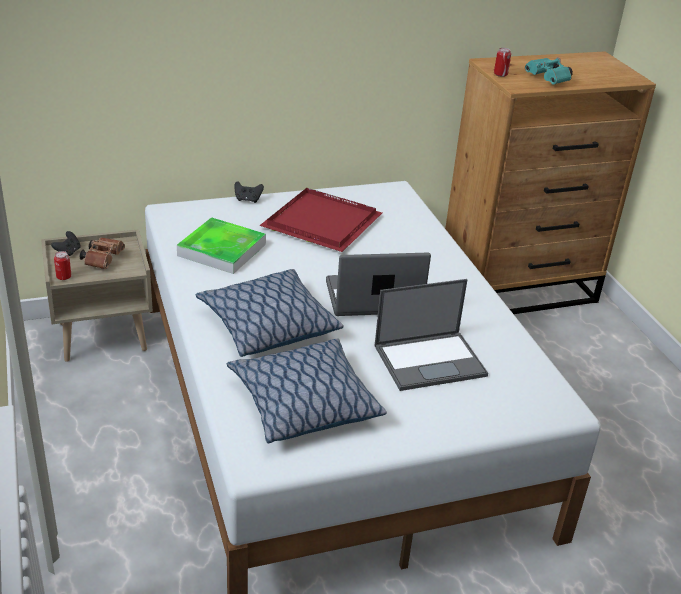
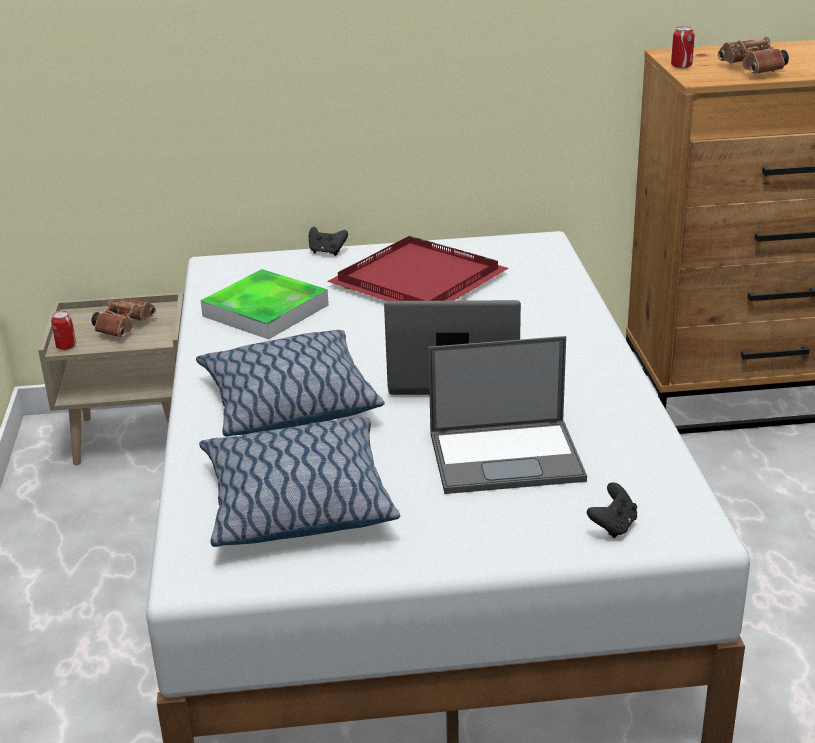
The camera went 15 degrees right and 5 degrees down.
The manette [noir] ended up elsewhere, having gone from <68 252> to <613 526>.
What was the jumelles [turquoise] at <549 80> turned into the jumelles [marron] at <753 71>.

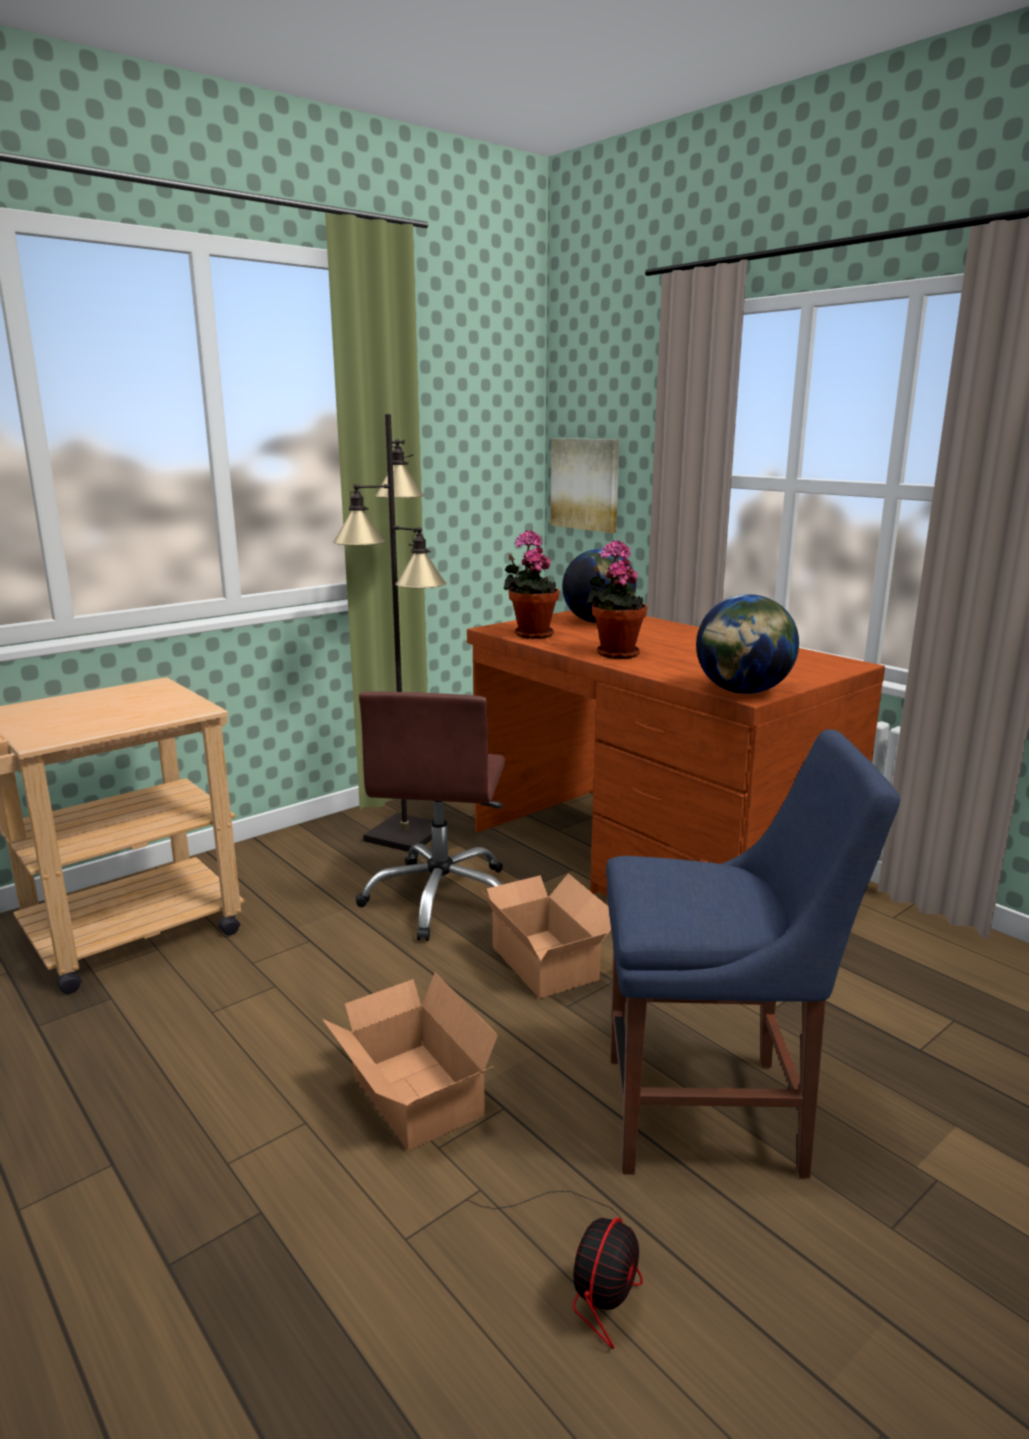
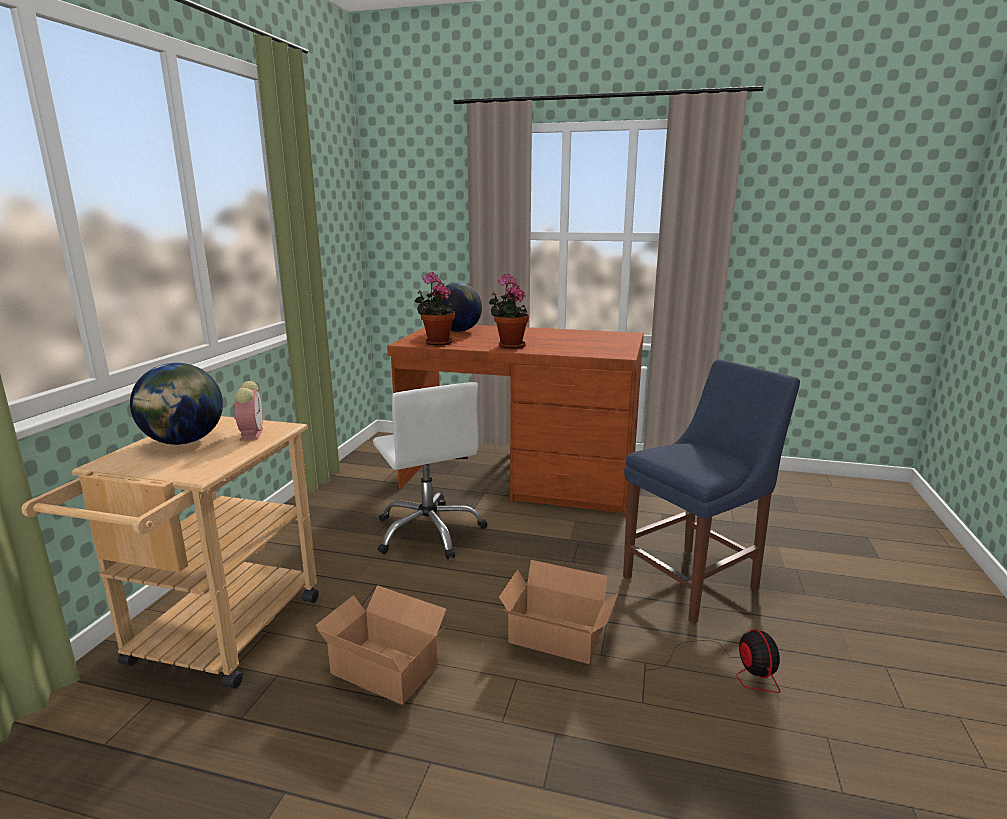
The camera went 35 degrees left and 0 degrees up.
The globe ended up elsewhere, having gone from <742 692> to <184 442>.
The second view gained the réveil at <251 434>.
The carton ended up elsewhere, having gone from <547 960> to <385 666>.
What was the chaise de bureau [marron] at <442 898> turned into the chaise de bureau [blanc] at <429 531>.
The second view lost the lampadaire [noir] at <406 835>.
The second view lost the tableau at <586 484>.

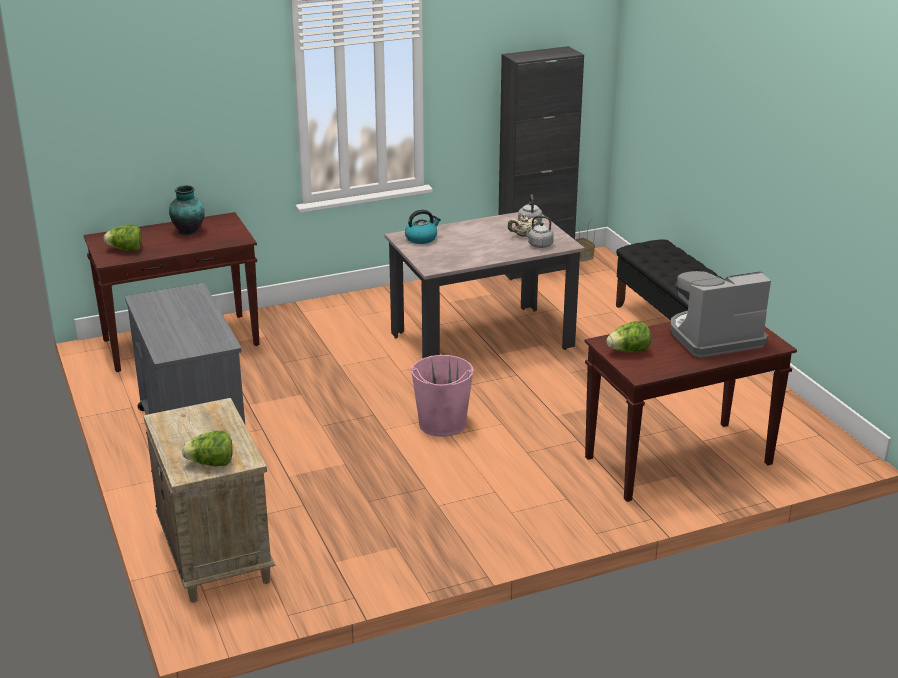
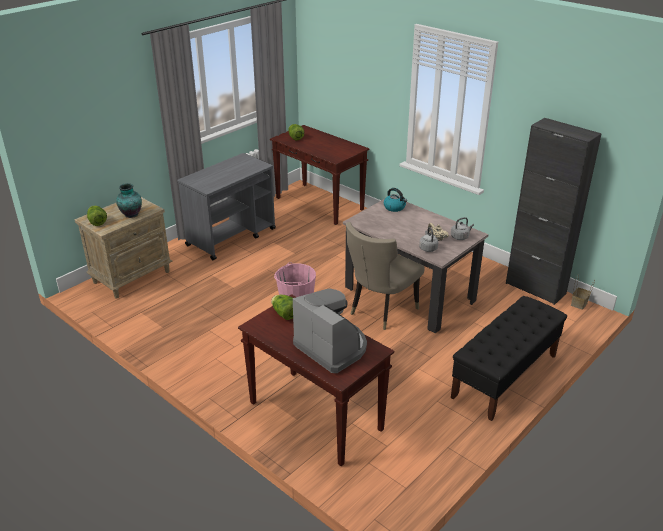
The camera went 65 degrees right and 5 degrees up.
The vase ended up elsewhere, having gone from <189 231> to <131 215>.
The second view gained the chaise [beige] at <380 311>.

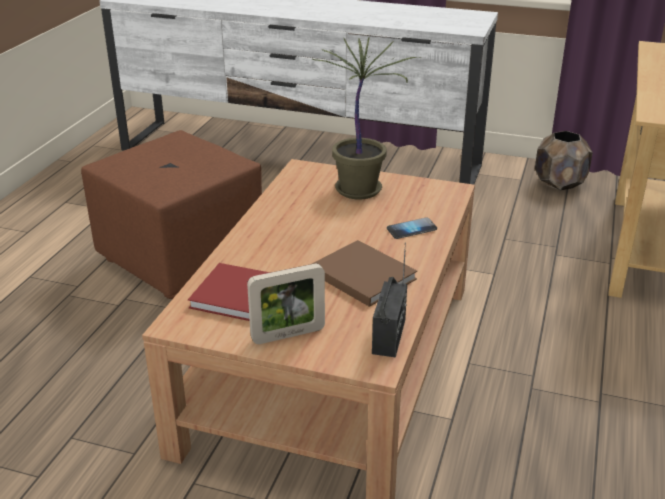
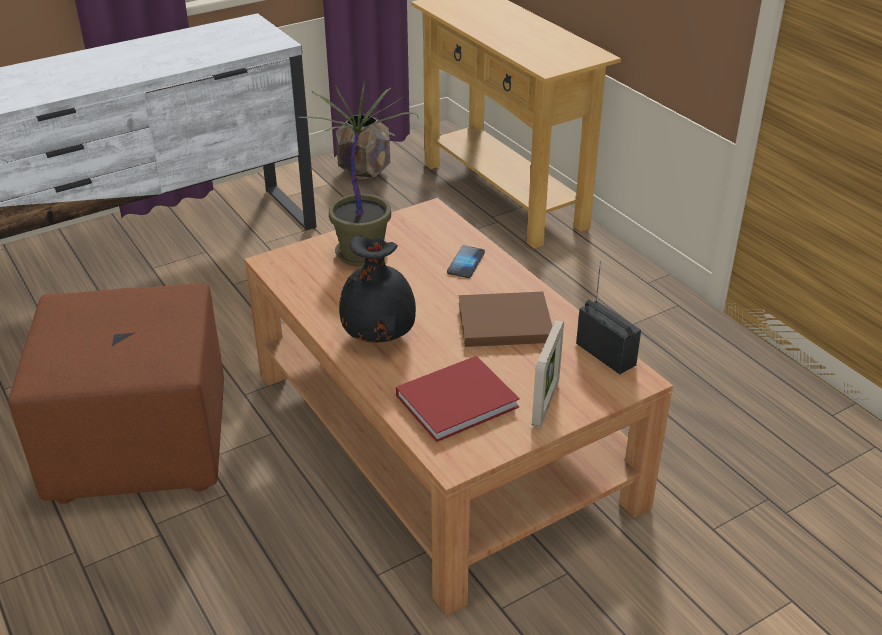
The camera went 50 degrees left and 5 degrees up.
The second view gained the vase [noir] at <380 334>.

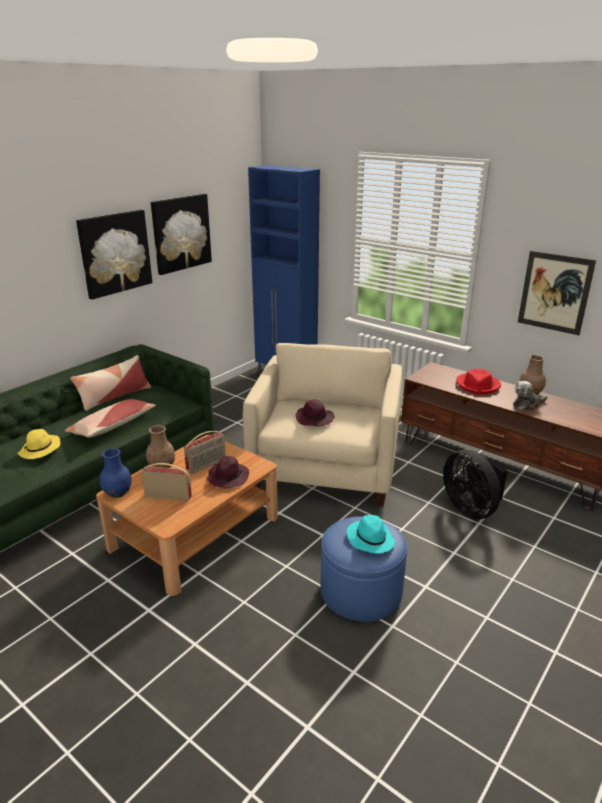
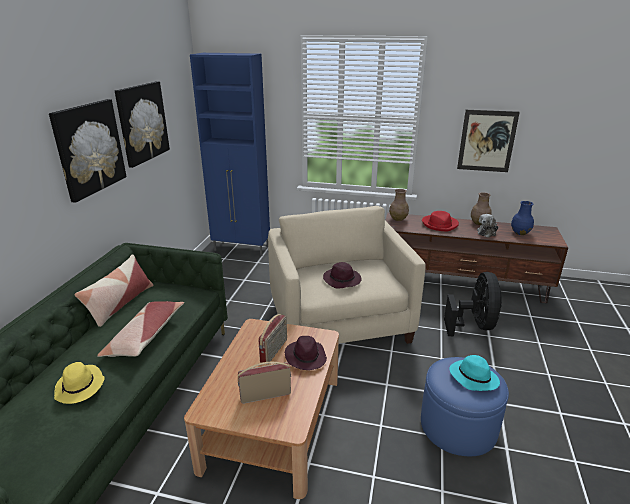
The camera went 25 degrees left and 0 degrees up.
The vase [marron] ended up elsewhere, having gone from <162 467> to <398 219>.
The ventilateur [noir] at <471 508> ended up facing another way, 120 degrees counterclockwise from before.
The vase [bleu] ended up elsewhere, having gone from <117 493> to <520 233>.

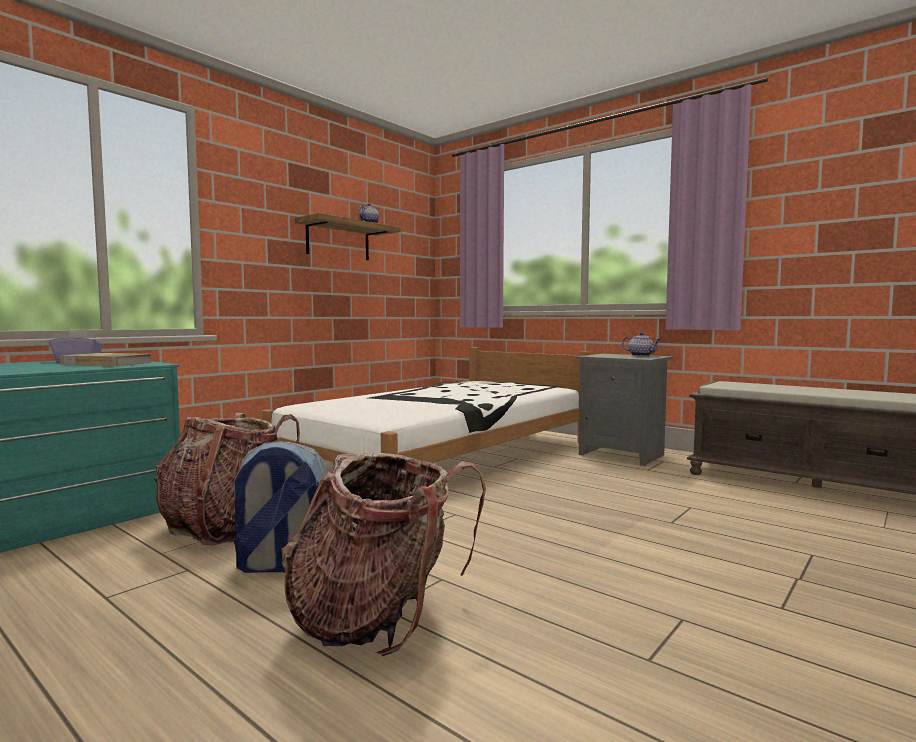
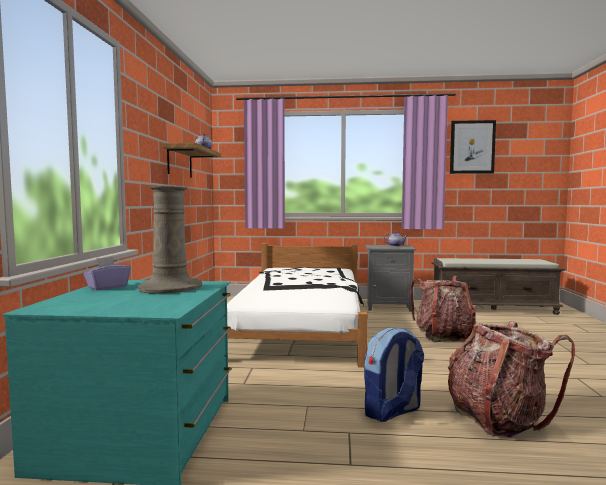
The camera went 35 degrees left and 0 degrees up.
Where the livre stood at <106 363>, the vase [beige] came to stand at <170 287>.
The sac à dos ended up elsewhere, having gone from <224 527> to <443 336>.
The second view gained the tableau at <472 147>.

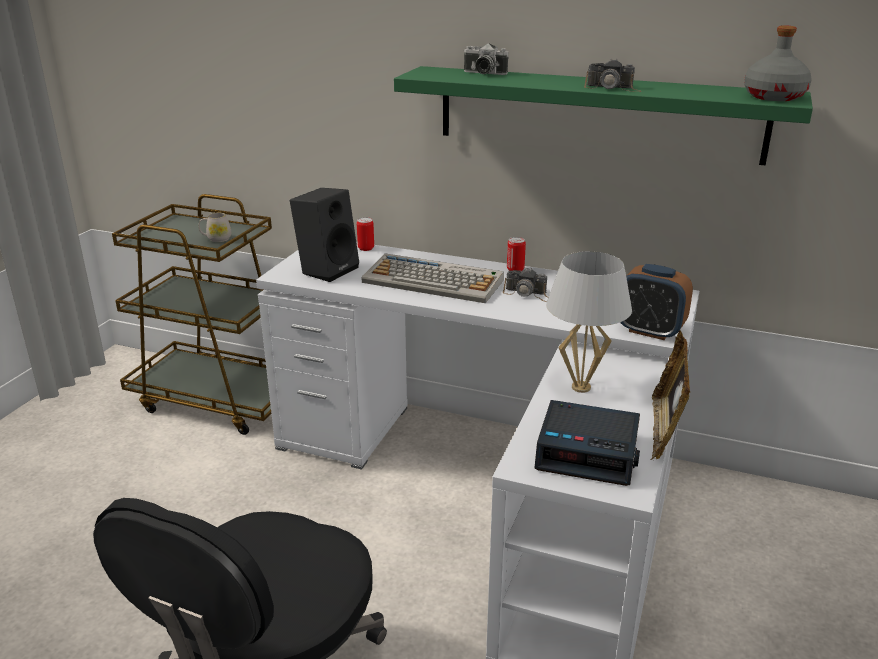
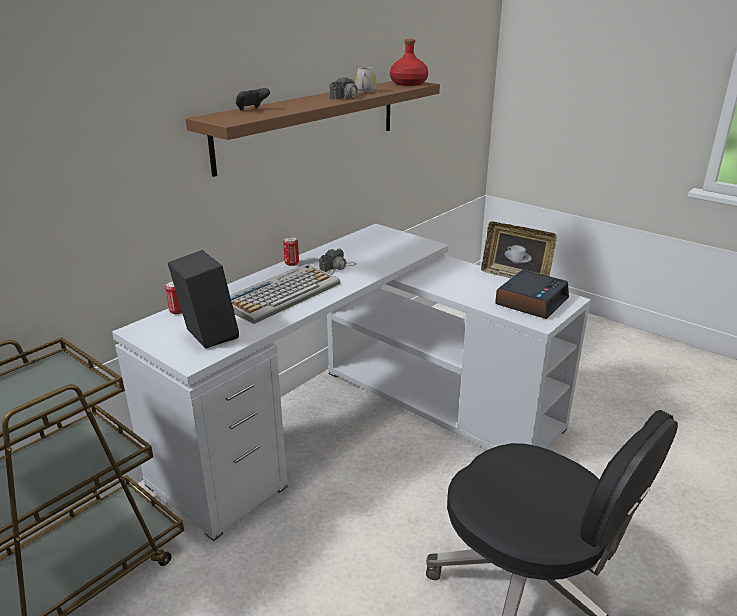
The camera went 70 degrees left and 0 degrees up.
What was the étagère [vert] at <597 114> turned into the étagère [marron] at <310 123>.
Where the appareil photo stood at <483 73>, the manette [noir] came to stand at <251 109>.
The mug [blanc] ended up elsewhere, having gone from <216 239> to <365 91>.
What was the bouteille [gris] at <775 97> turned into the bouteille [rouge] at <409 83>.
The second view lost the lampe de table [blanc] at <581 387>.
The second view lost the réveil at <650 331>.

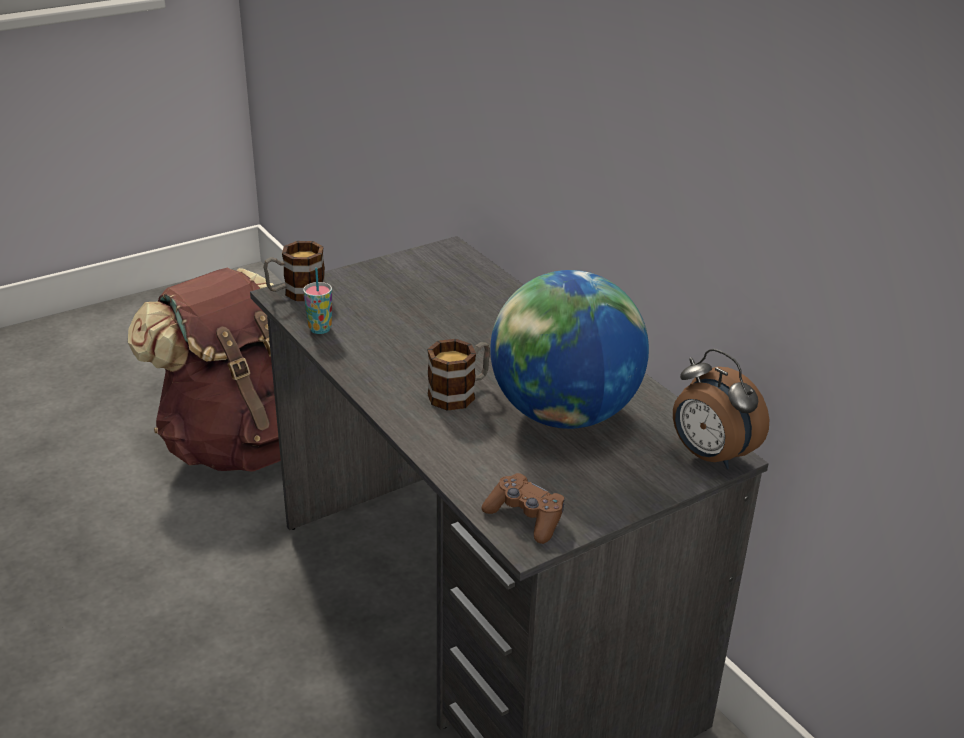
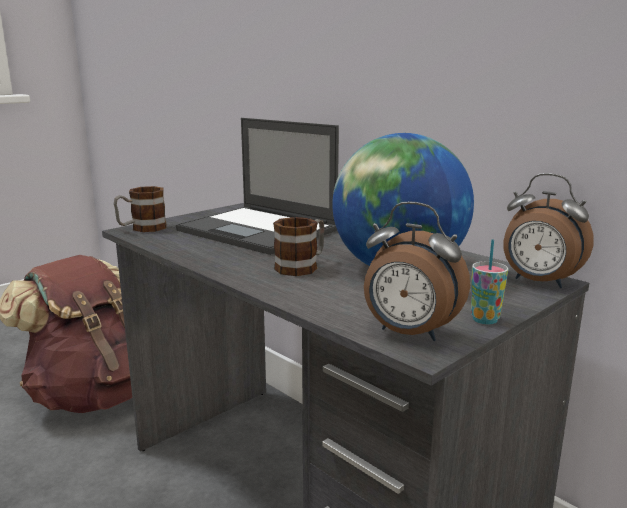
The camera went 10 degrees left and 15 degrees down.
The second view gained the ordinateur portable at <259 230>.
Where the manette [marron] stood at <525 517>, the réveil came to stand at <409 333>.
The tasse ended up elsewhere, having gone from <320 329> to <485 319>.

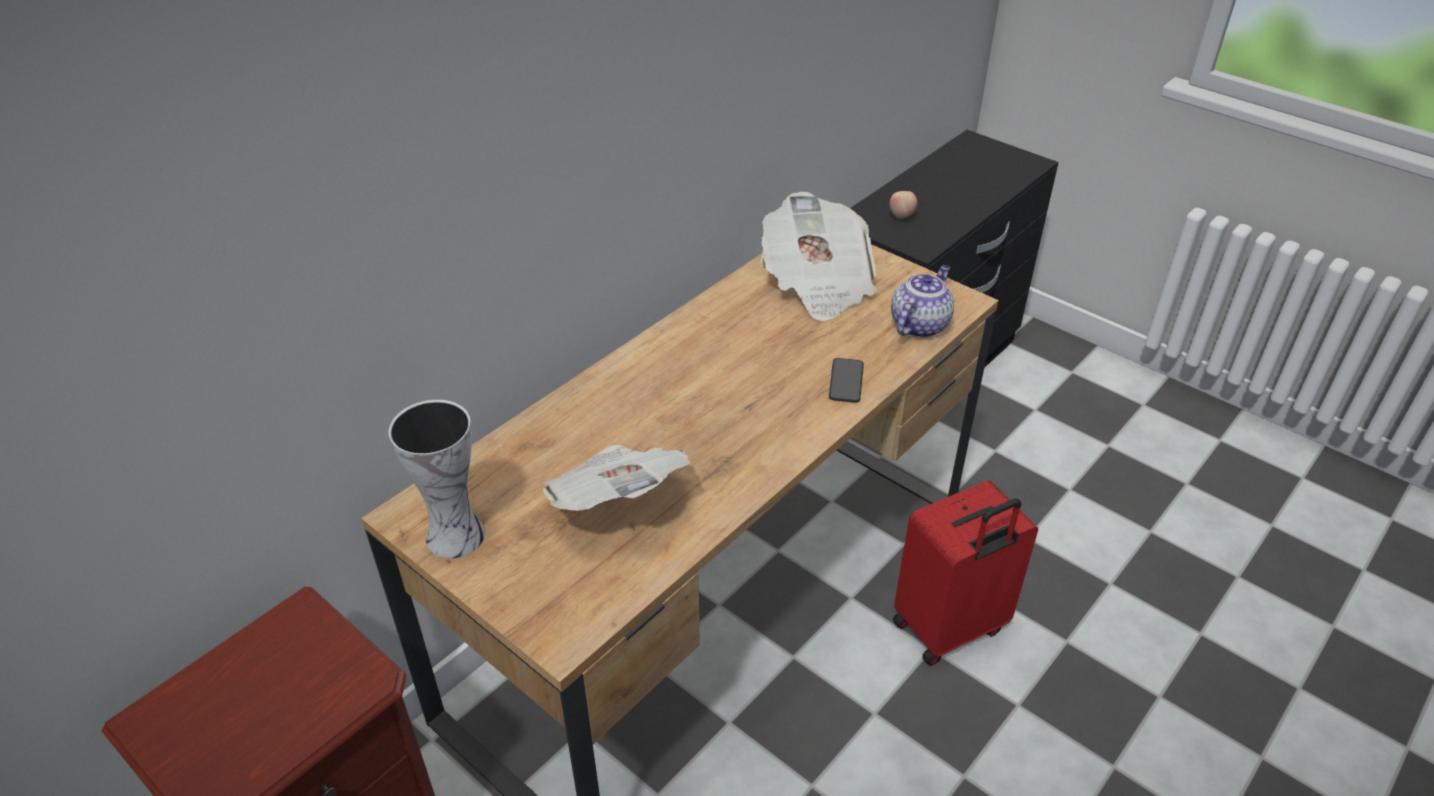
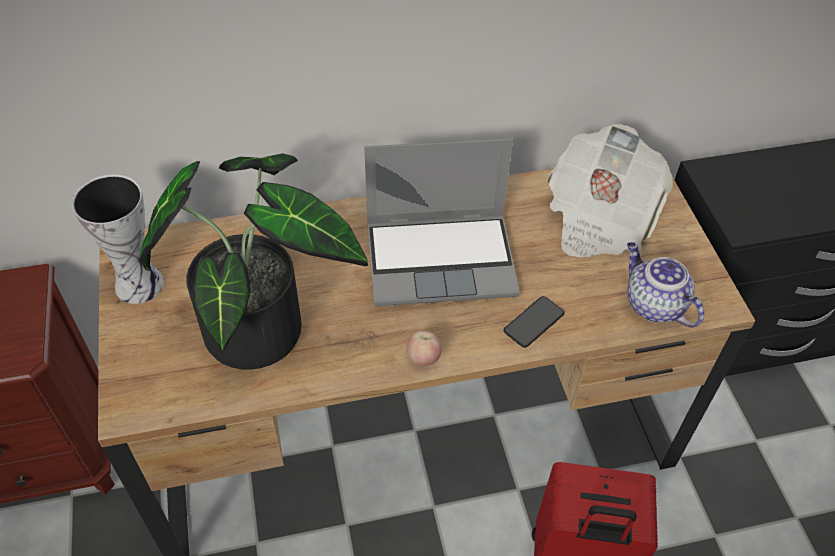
The camera went 35 degrees right and 10 degrees up.
Where the journal stood at <616 501>, the plante en pot came to stand at <262 323>.
The second view gained the ordinateur portable at <442 259>.
The pomme ended up elsewhere, having gone from <901 216> to <423 358>.
The théière at <919 324> ended up facing another way, 105 degrees counterclockwise from before.

